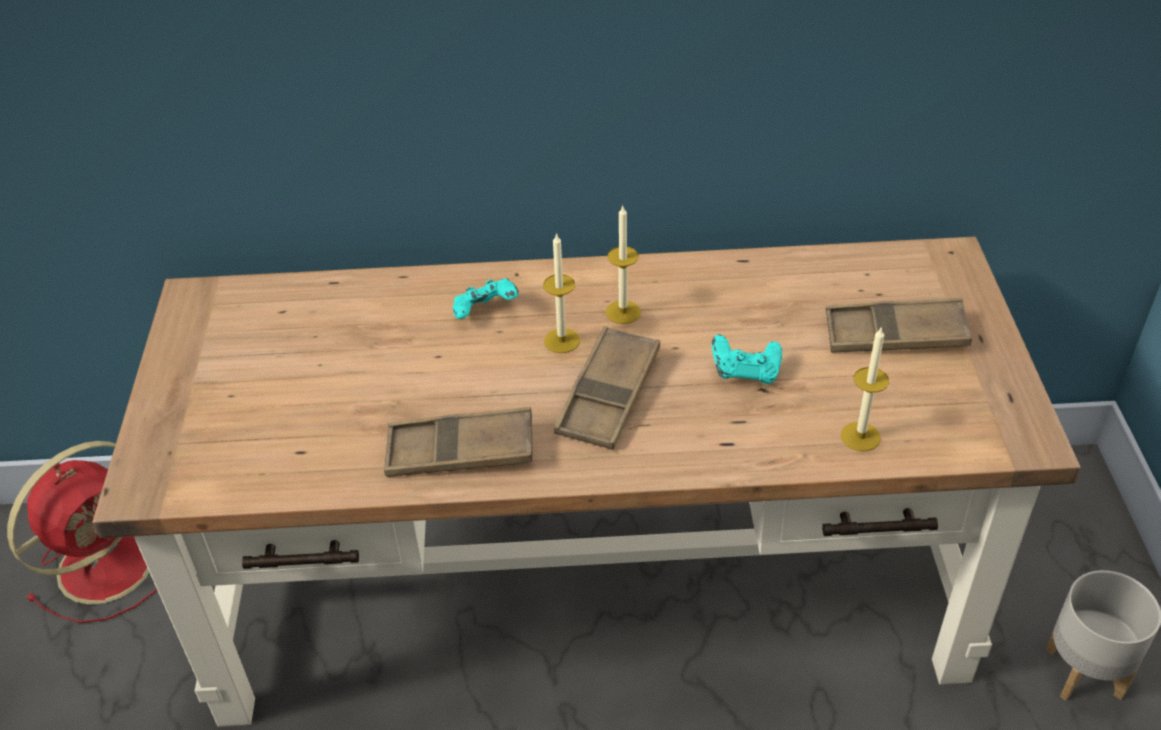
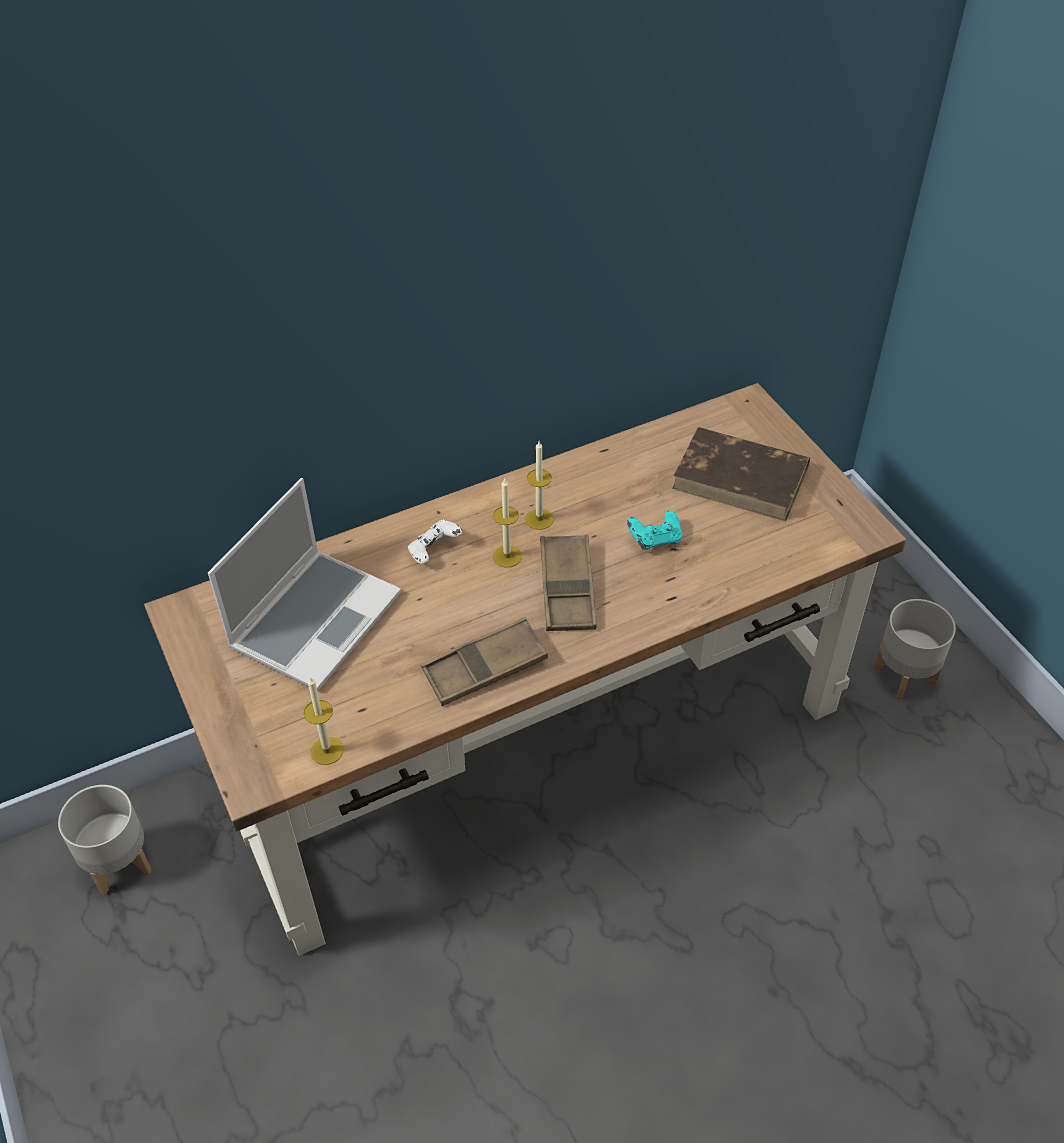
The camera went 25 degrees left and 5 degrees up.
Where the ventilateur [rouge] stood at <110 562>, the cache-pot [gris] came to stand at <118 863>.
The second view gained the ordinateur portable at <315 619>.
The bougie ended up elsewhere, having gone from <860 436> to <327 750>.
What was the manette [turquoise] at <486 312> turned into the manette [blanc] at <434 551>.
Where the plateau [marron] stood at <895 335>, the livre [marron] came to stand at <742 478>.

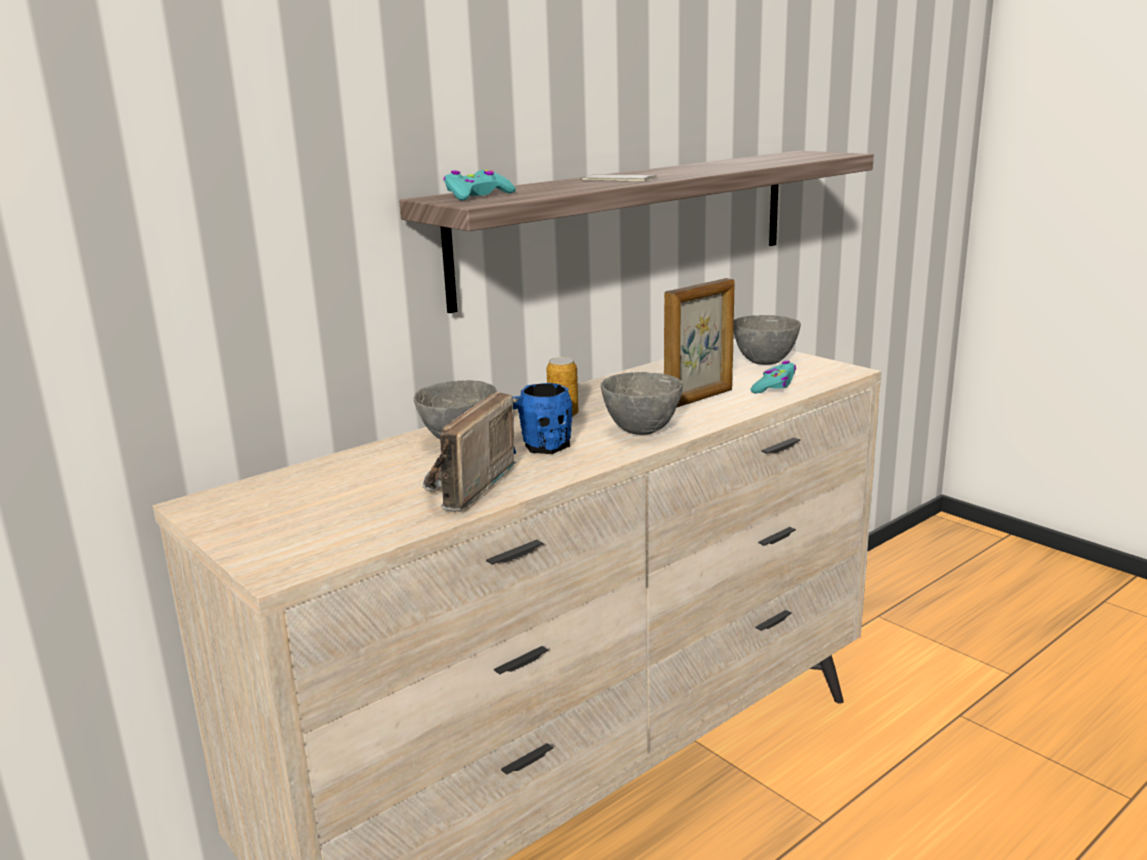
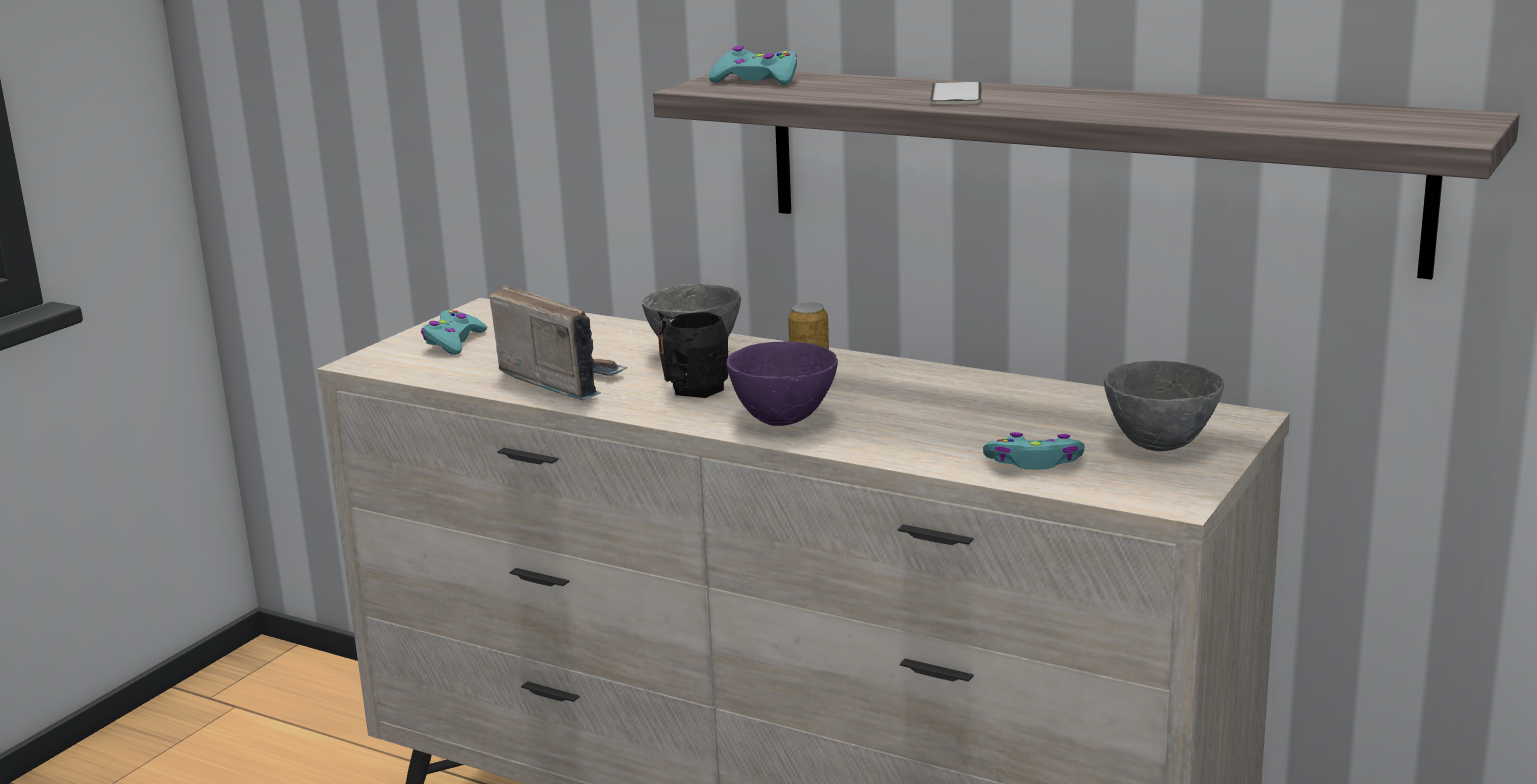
The camera went 70 degrees right and 0 degrees up.
The second view gained the manette [turquoise] at <453 342>.
The radio at <462 488> ended up facing another way, 45 degrees clockwise from before.
What was the mug [bleu] at <538 448> turned into the mug [noir] at <691 387>.
What was the bol [gris] at <640 430> turned into the bol [violet] at <783 419>.
The second view lost the cadre photo at <699 398>.

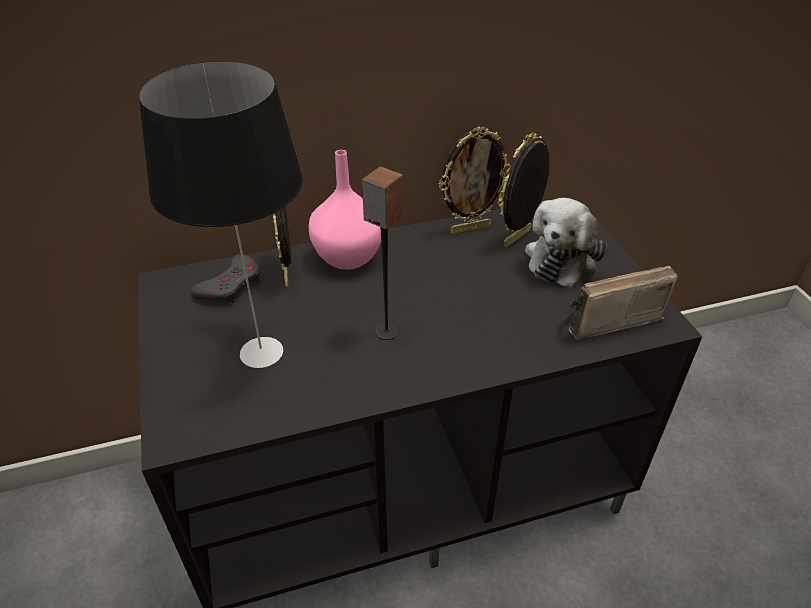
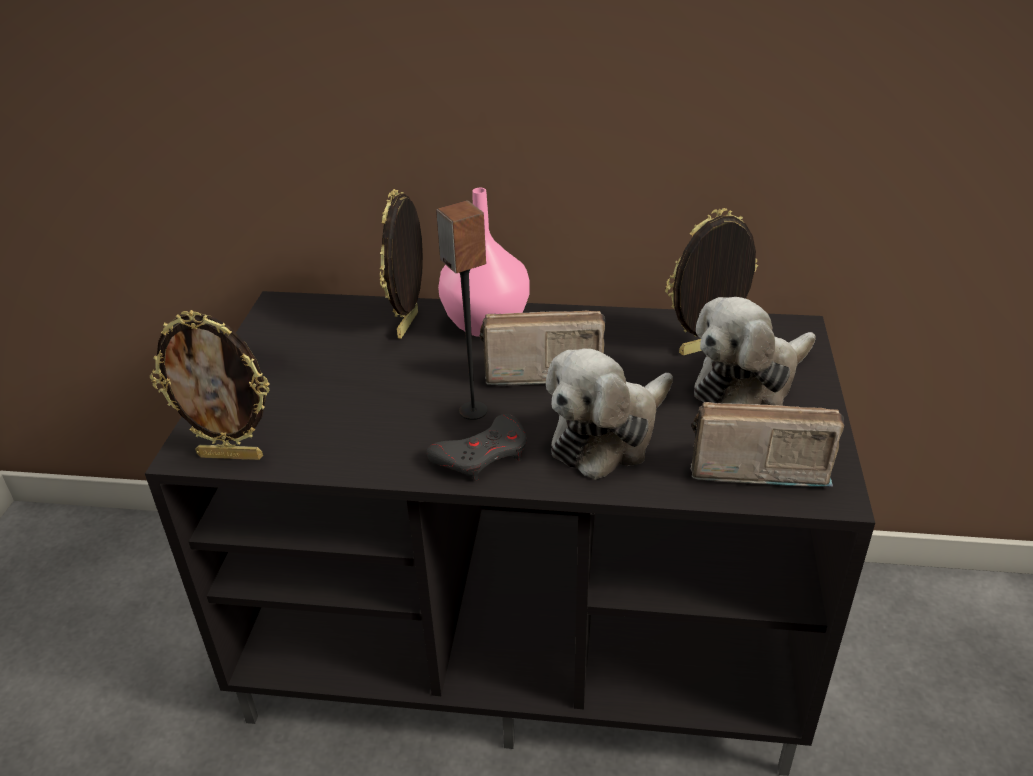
The camera went 25 degrees right and 5 degrees down.
The cadre photo ended up elsewhere, having gone from <470 228> to <231 455>.
The manette [gris] ended up elsewhere, having gone from <231 285> to <482 455>.
The second view gained the radio at <539 370>.
The second view gained the peluche at <608 435>.
The second view lost the lampe de table at <263 352>.

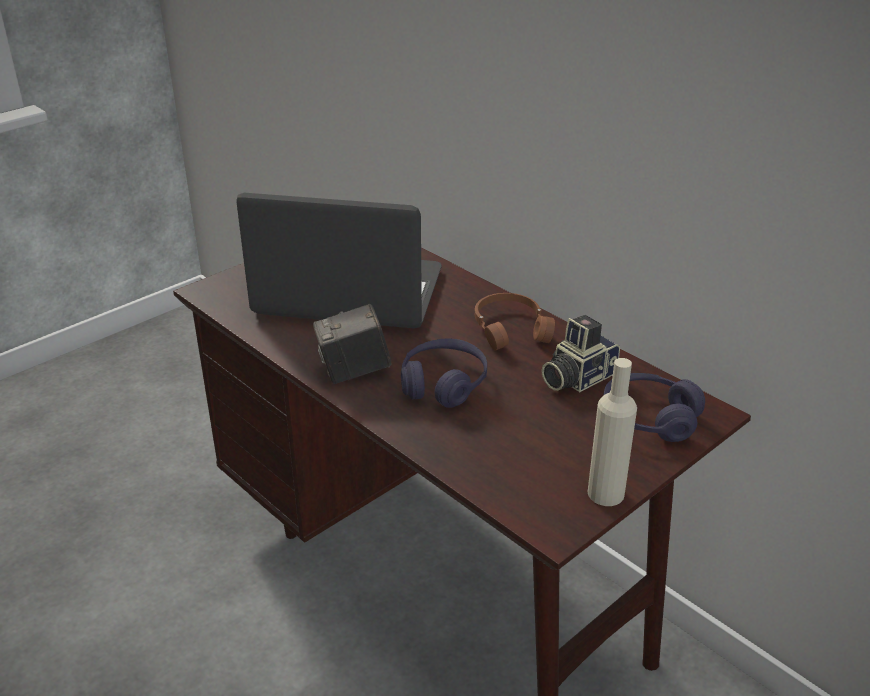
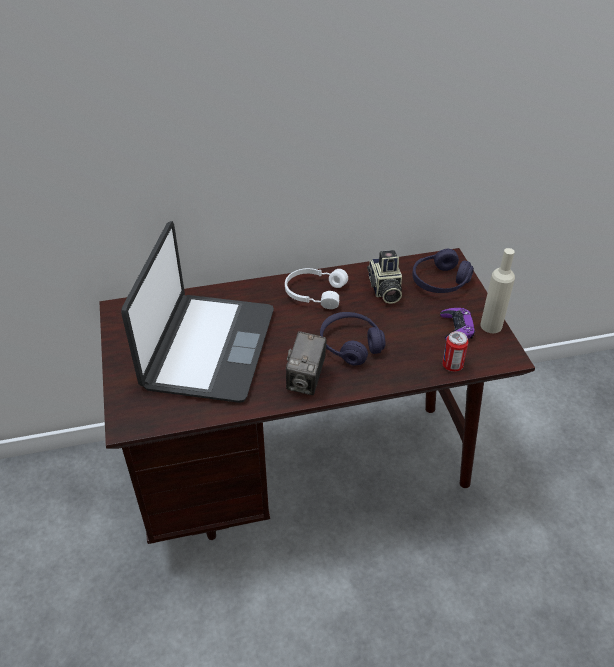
The camera went 60 degrees left and 10 degrees up.
The ordinateur portable at <348 295> ended up facing another way, 150 degrees clockwise from before.
What was the casque audio [marron] at <511 329> turned into the casque audio [blanc] at <314 292>.
The second view gained the manette [violet] at <456 328>.
The second view gained the boîte métallique at <452 365>.

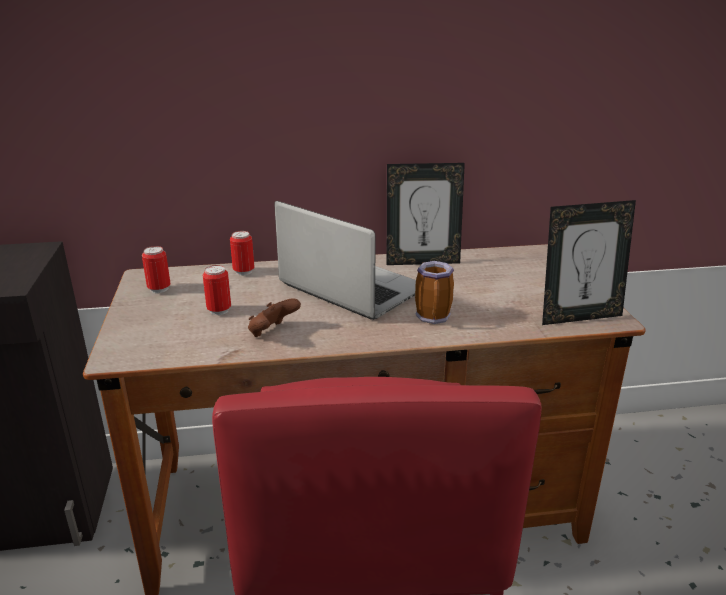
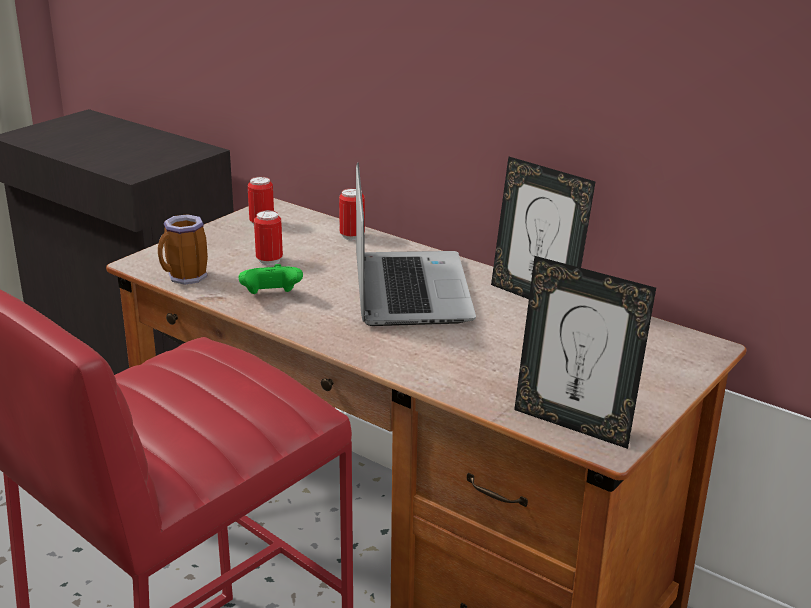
The camera went 45 degrees right and 0 degrees up.
The mug ended up elsewhere, having gone from <434 318> to <185 278>.
What was the manette [marron] at <272 332> turned into the manette [vert] at <271 296>.

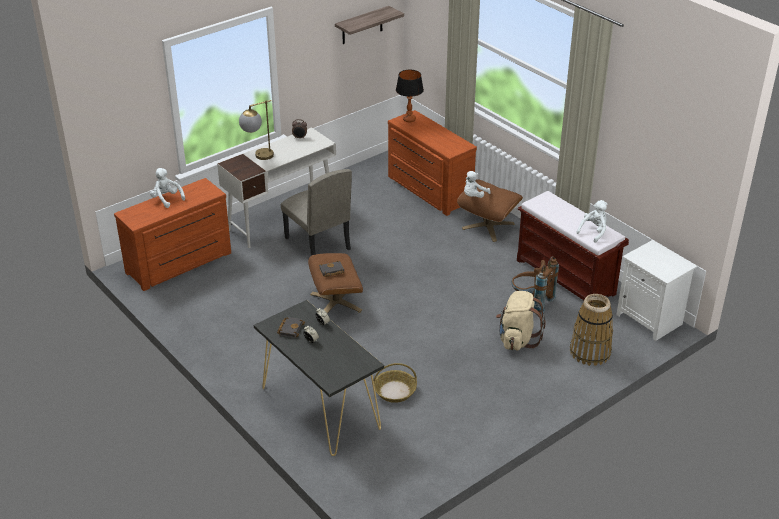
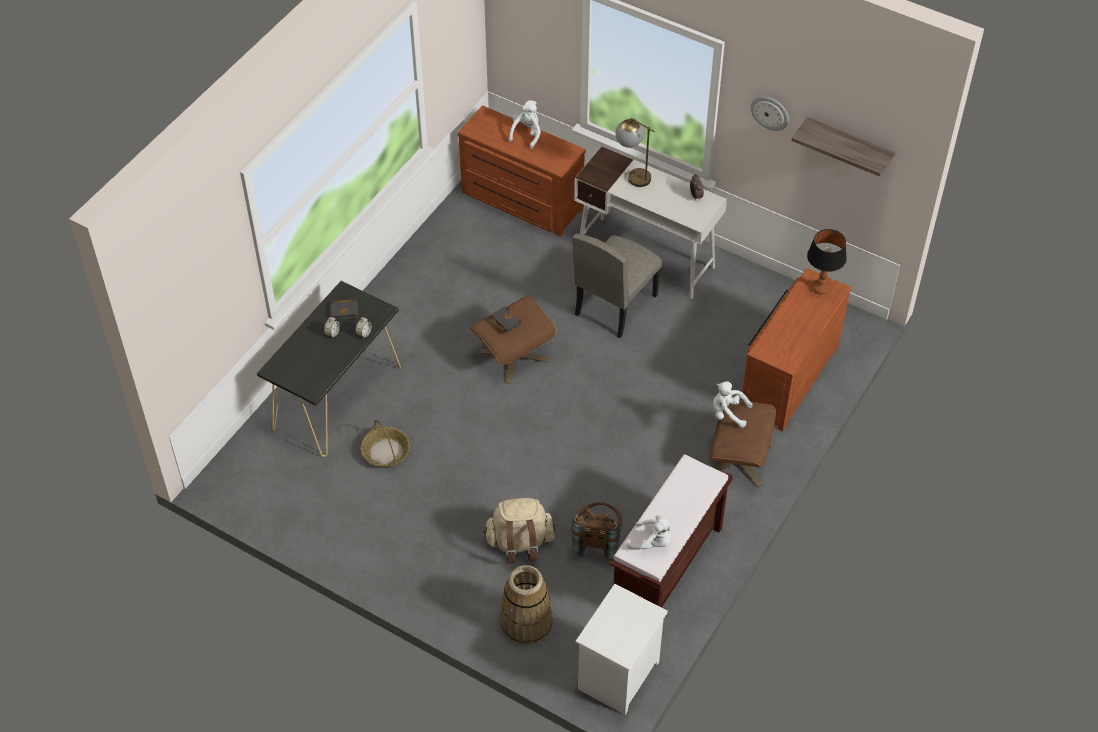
The camera went 70 degrees right and 15 degrees up.
The second view gained the horloge murale at <770 112>.

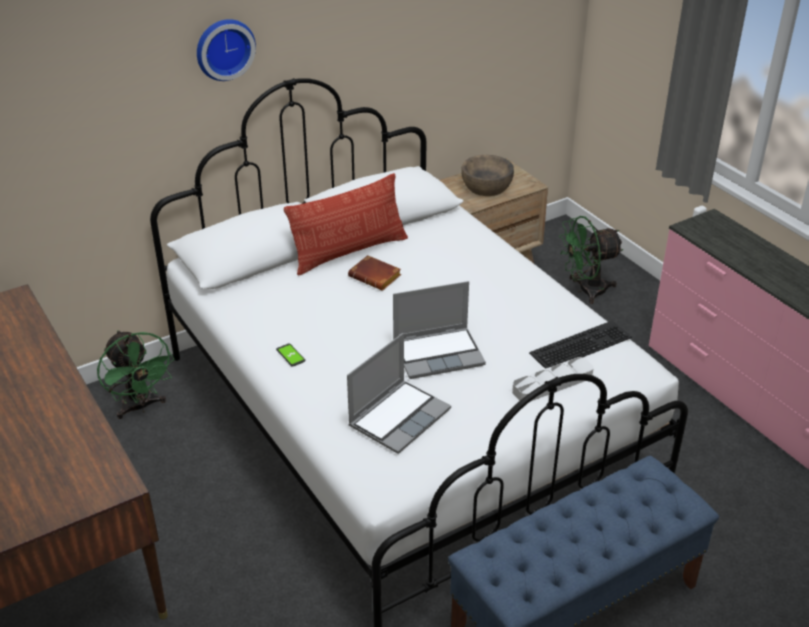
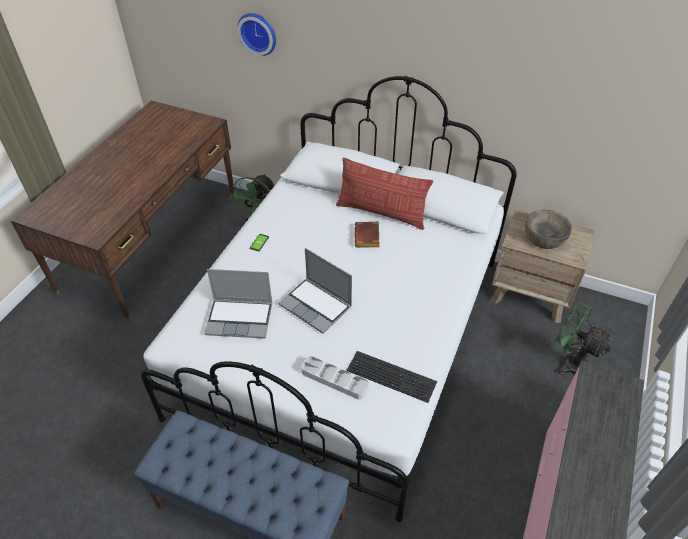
The camera went 55 degrees right and 10 degrees up.
The horloge murale ended up elsewhere, having gone from <224 48> to <258 33>.

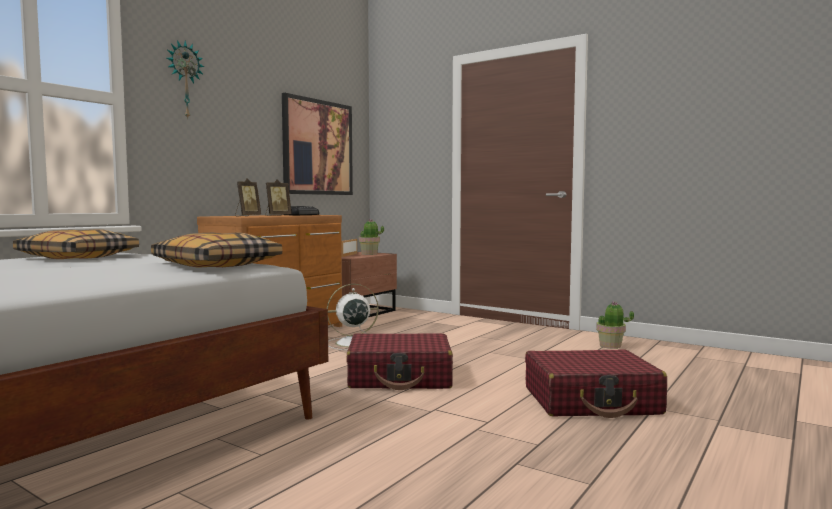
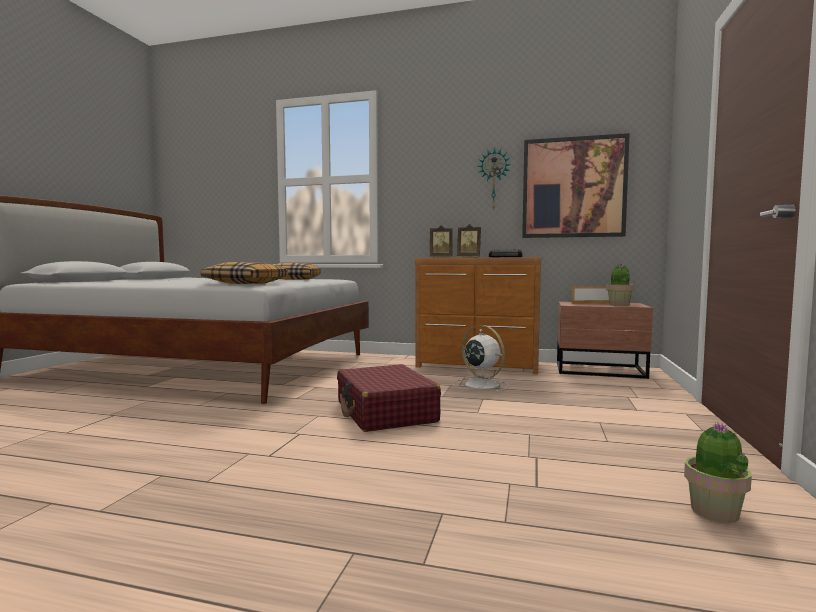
The camera went 70 degrees right and 0 degrees up.
The horloge murale ended up elsewhere, having gone from <184 80> to <494 179>.
The second view lost the valise [rouge] at <591 401>.

